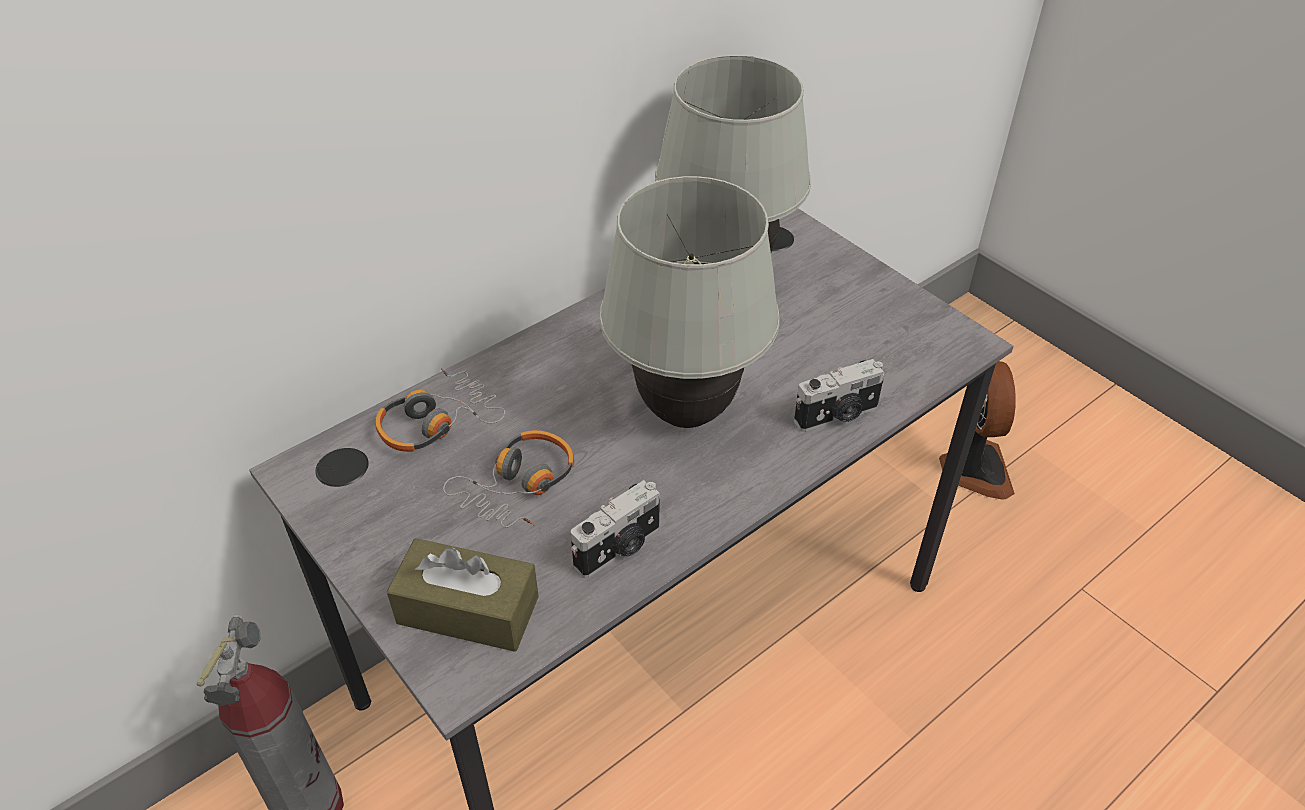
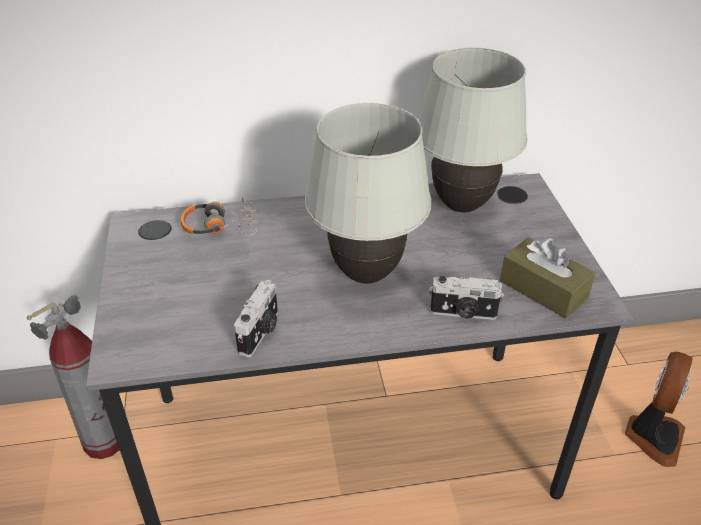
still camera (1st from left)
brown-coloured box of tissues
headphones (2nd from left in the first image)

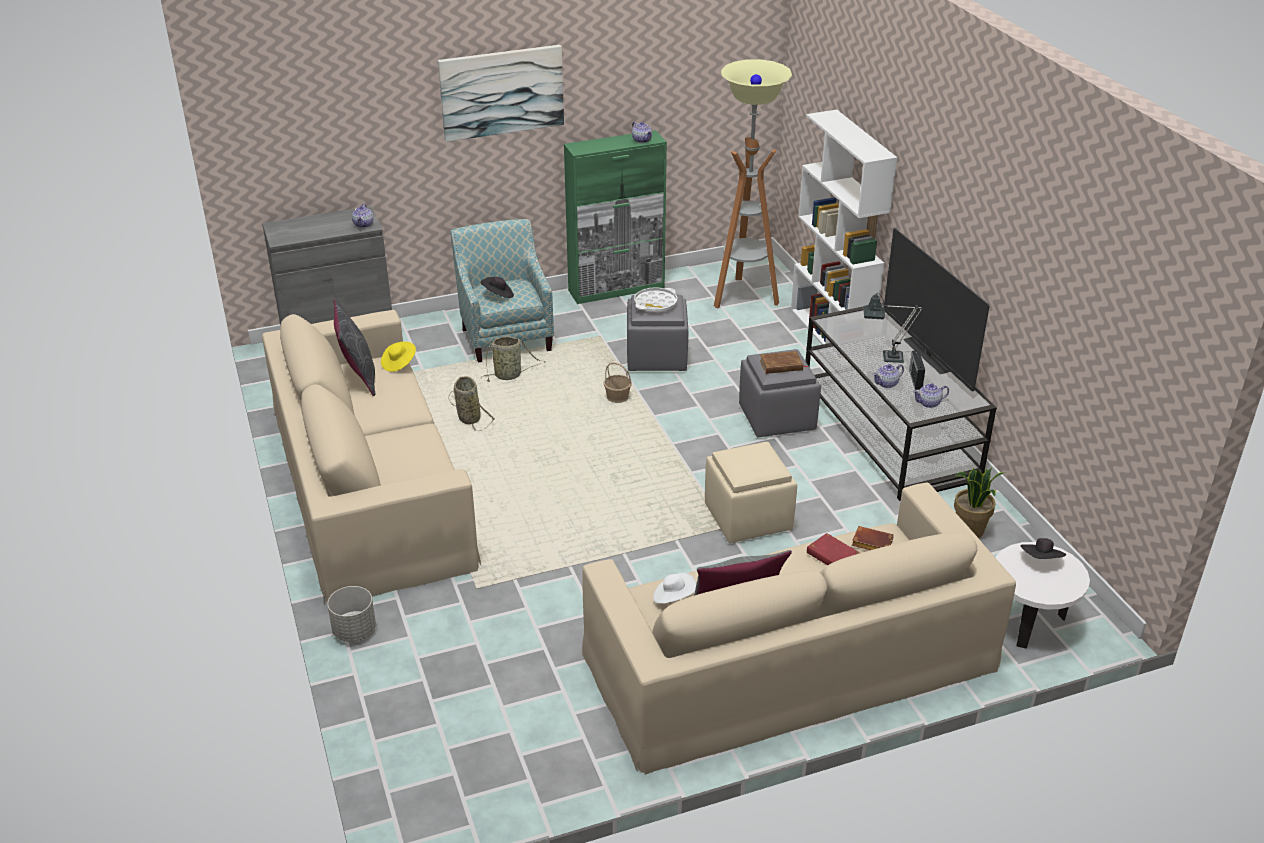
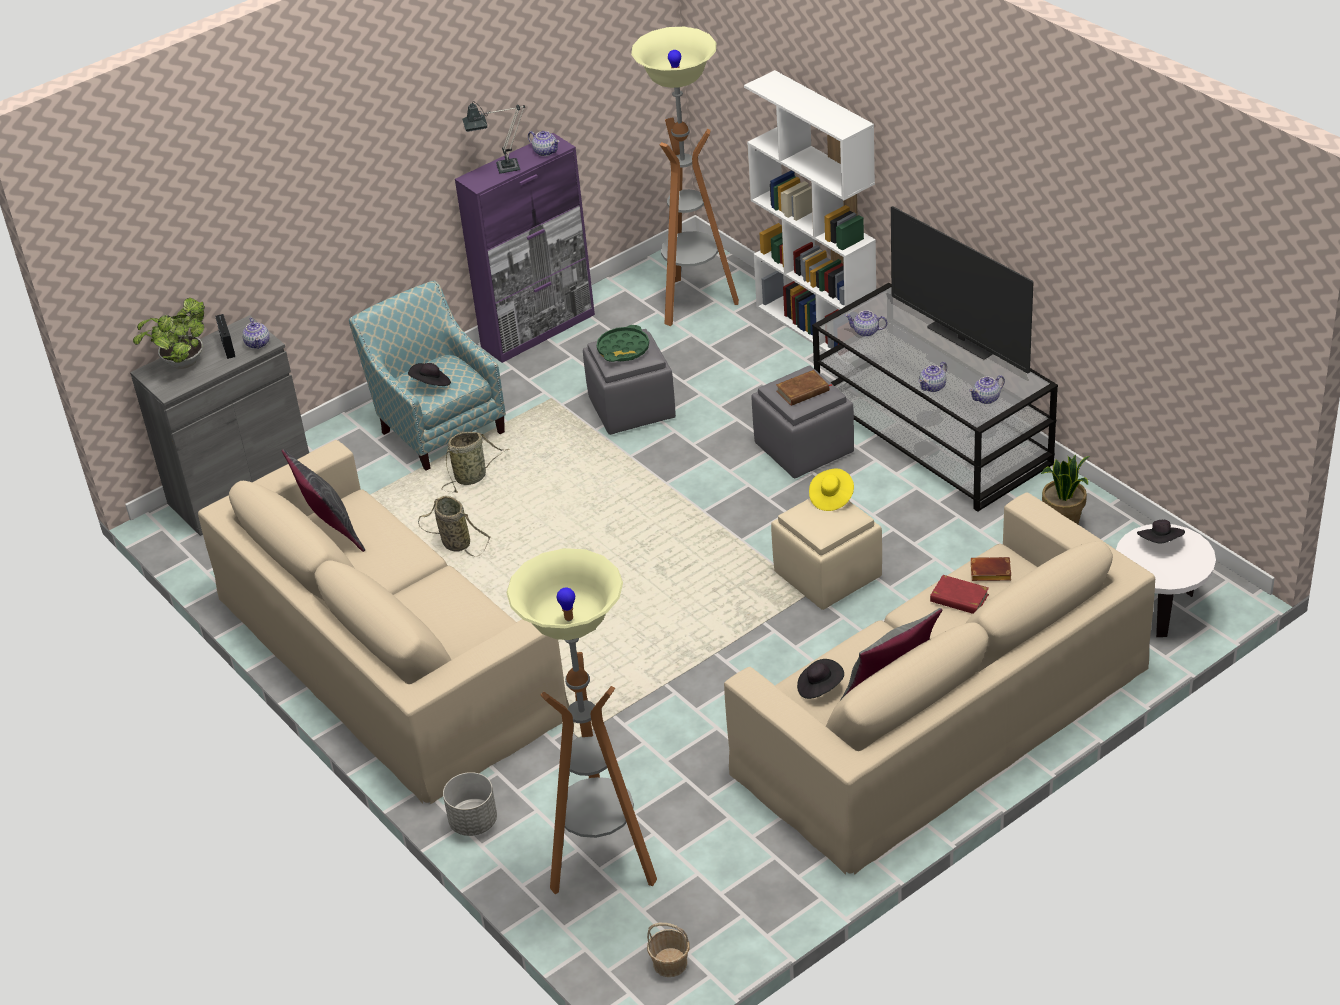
houseplant (1st from left)
radio receiver
purple-coloured cupboard
tabletop lamp
standard lamp (1st from left)
green serving tray
storage basket (3rd from left)
black-coloured hat (2nd from left)
yellow hat
teapot (3rd from left)
picture

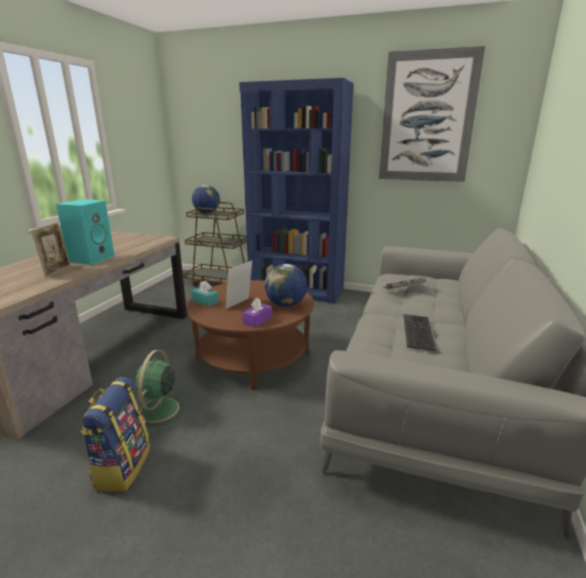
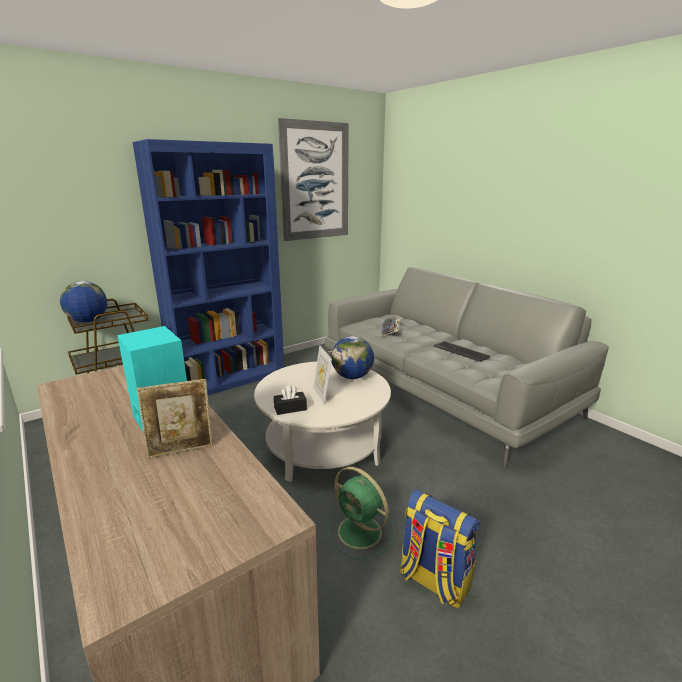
photo frame (1st from left)
white-coloured low table
black-coloured box of tissues
purple-coloured box of tissues

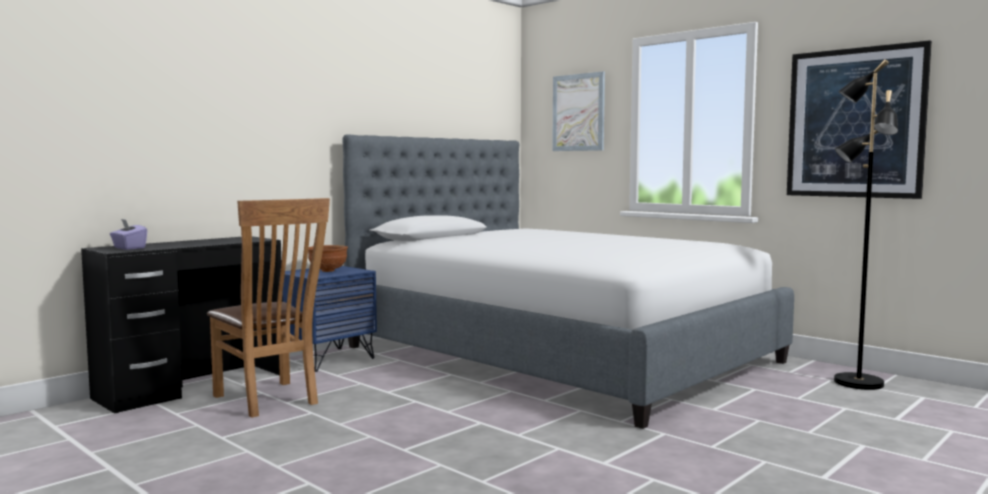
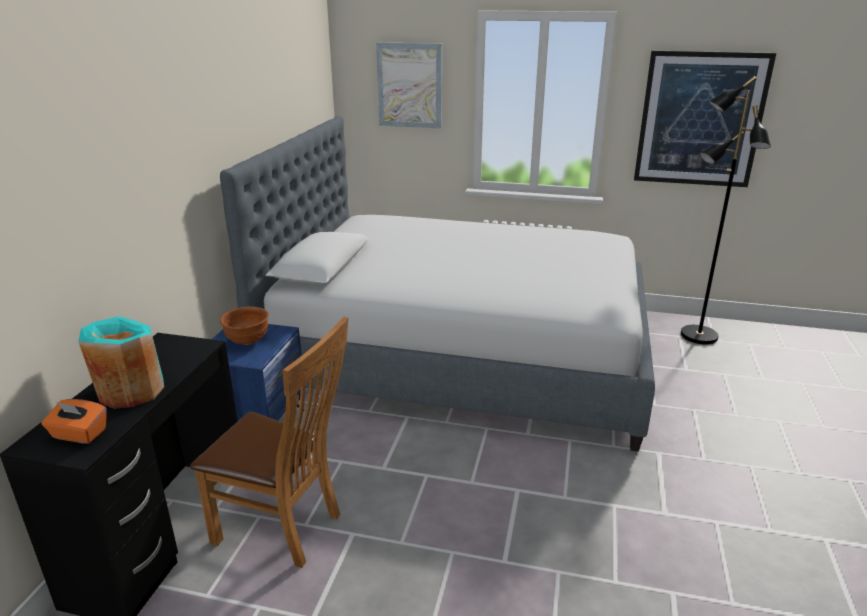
orangey box of tissues
blue-green vase

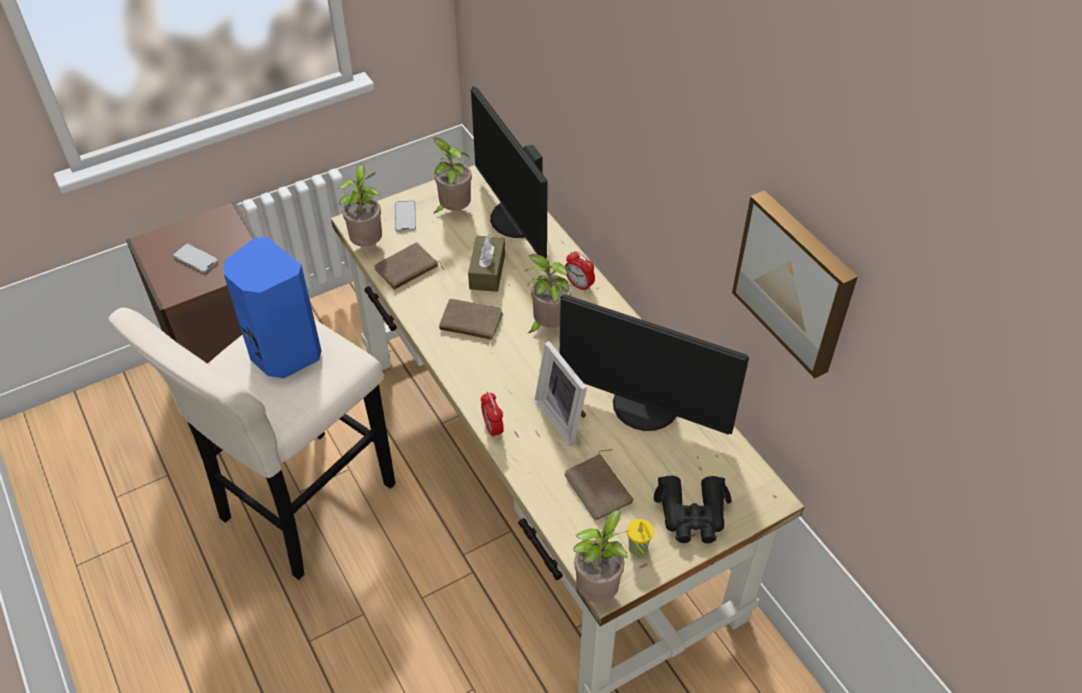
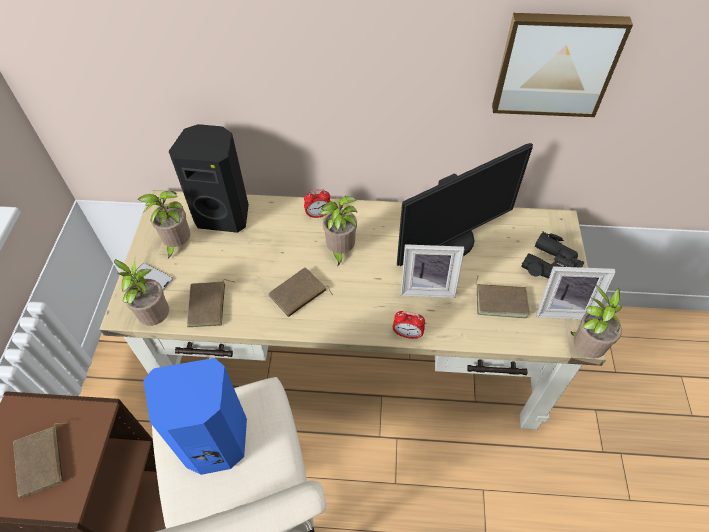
brown-coloured bound book (1st from left)
black-coloured speaker
photo frame (2nd from left)
brown-coloured box of tissues

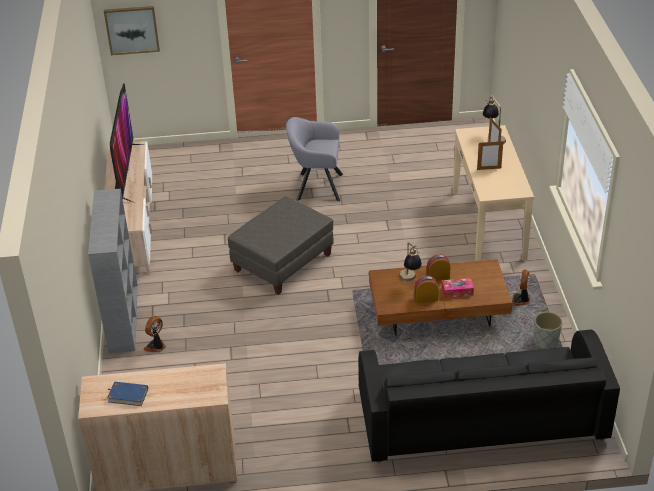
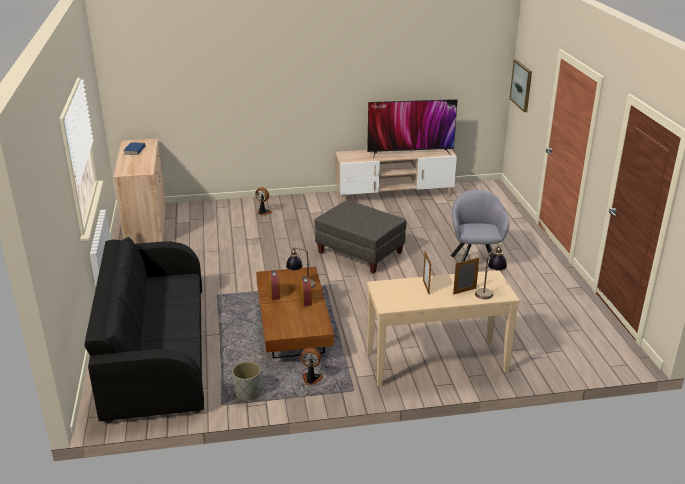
greyish shelving unit
box of tissues

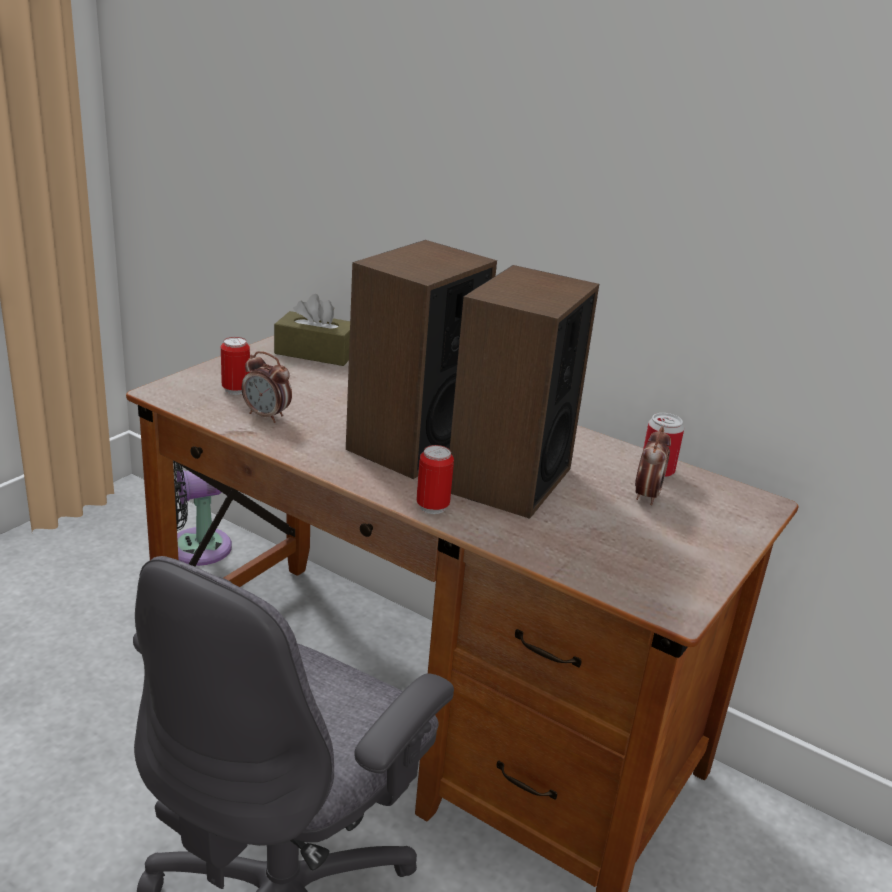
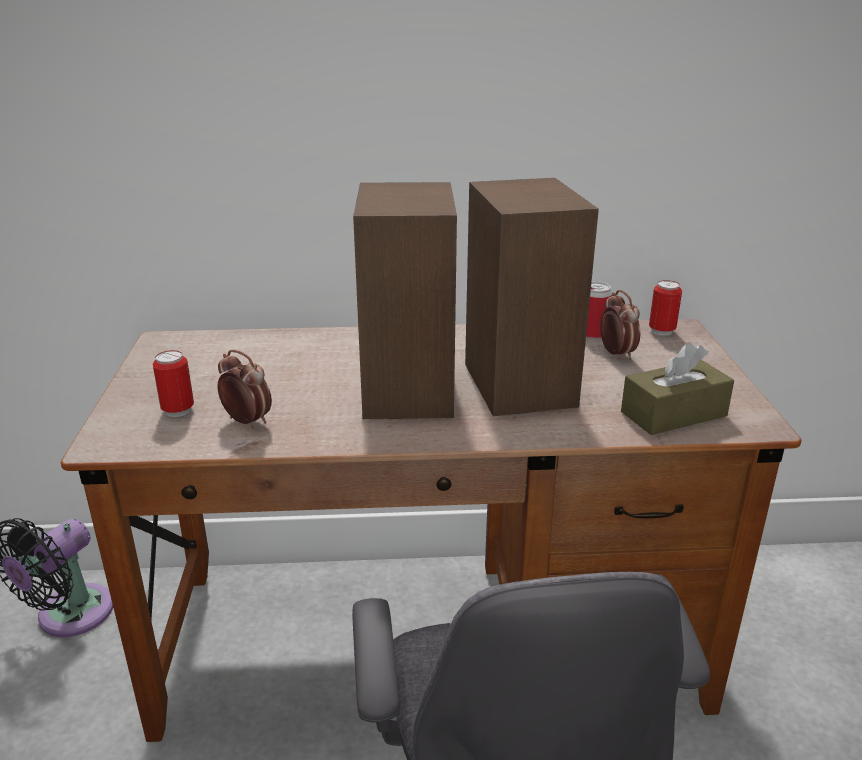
alarm clock (1st from left)
brown-coloured box of tissues
metal can (3rd from left)

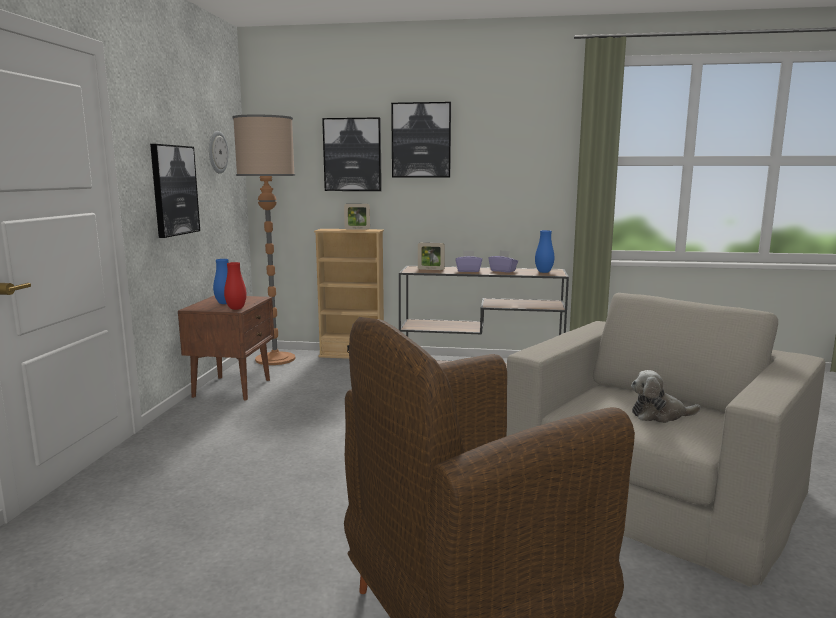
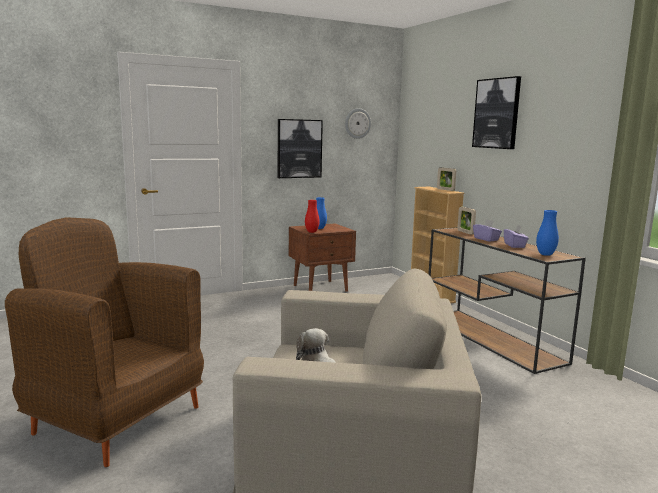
standard lamp
picture (2nd from left in the first image)

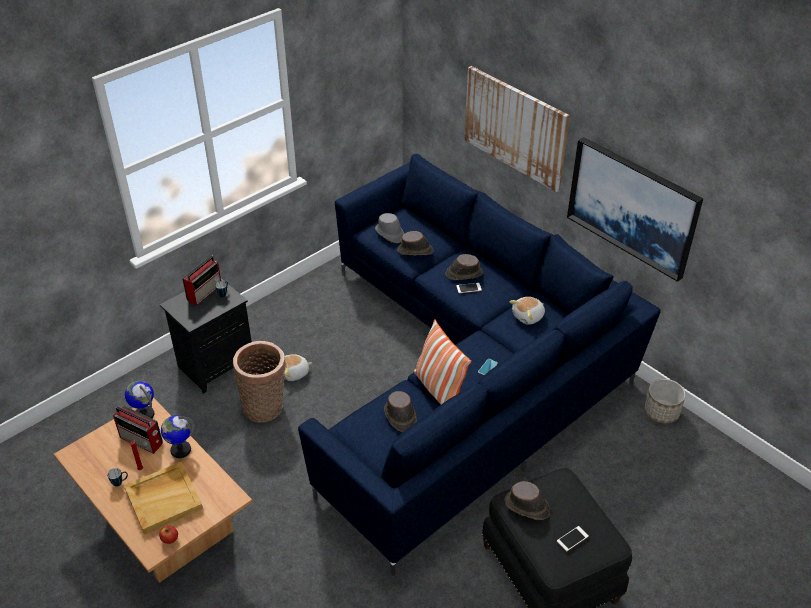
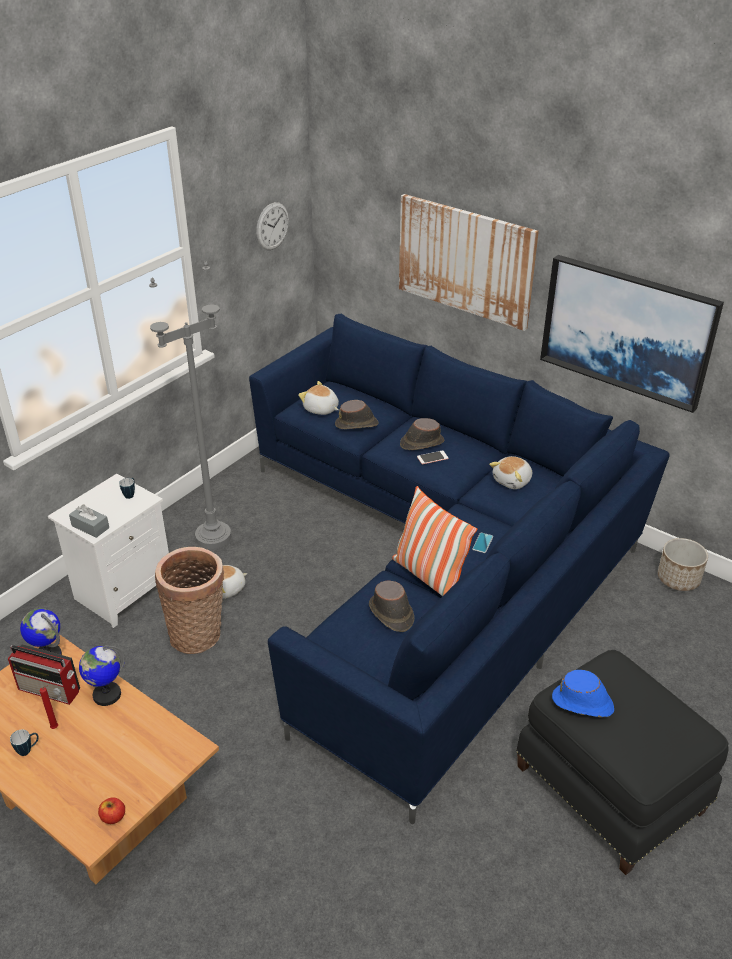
white-coloured bedside table
greyish box of tissues
greyish standard lamp
clock on the wall
cuddly toy (2nd from left)
blue-coloured hat
beige serving tray
radio receiver (2nd from left in the first image)
phone (3rd from left in the first image)

